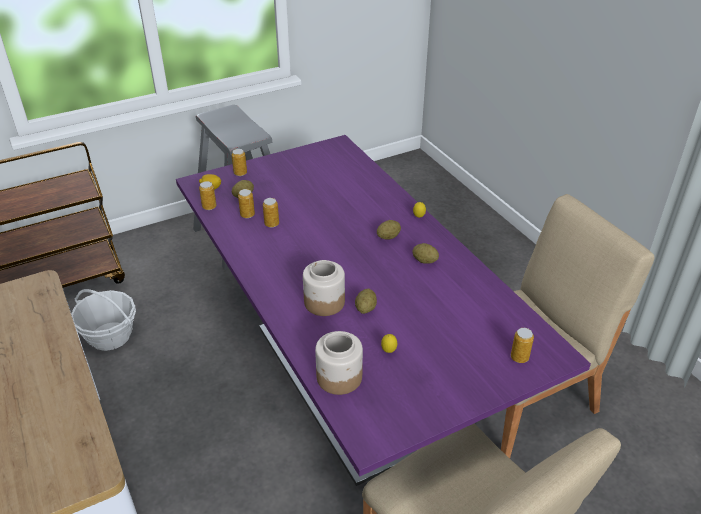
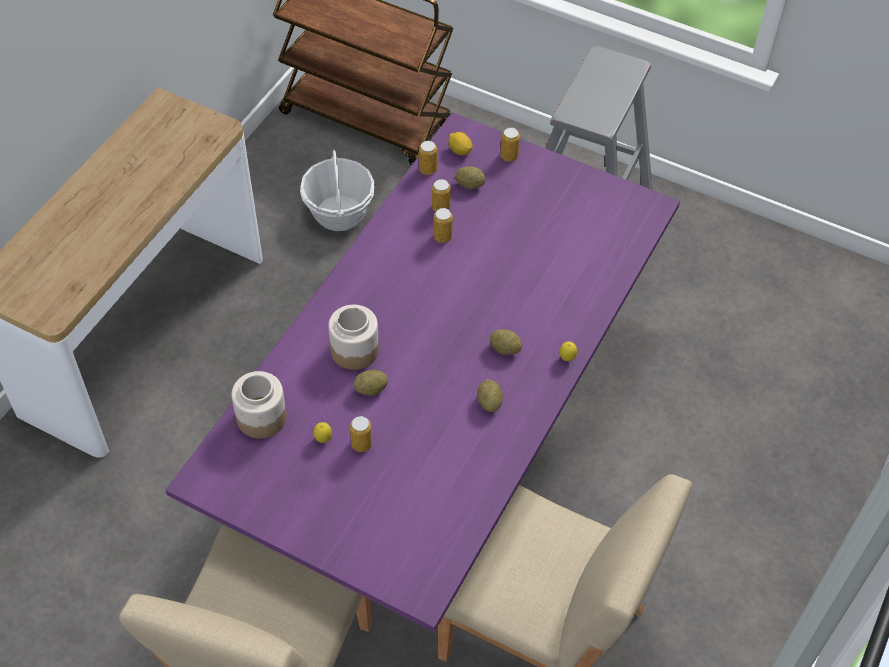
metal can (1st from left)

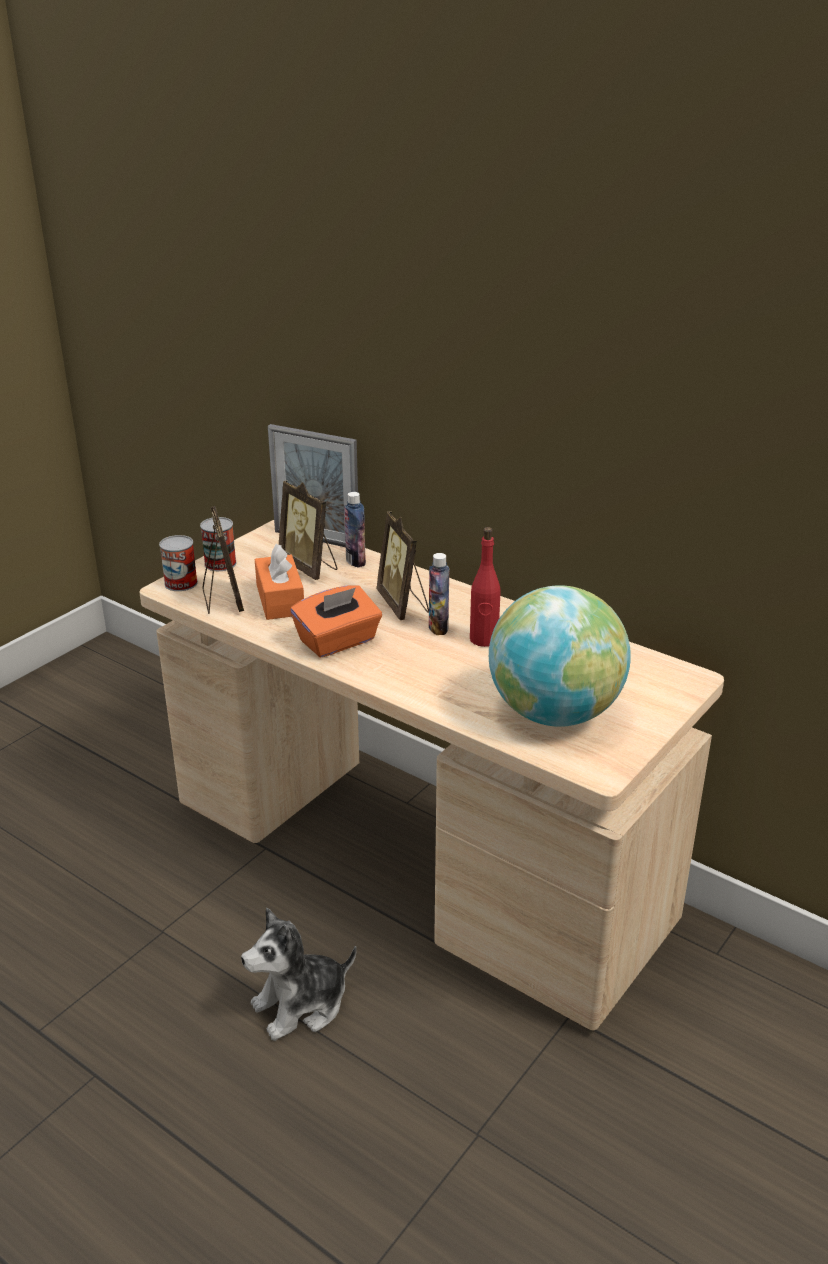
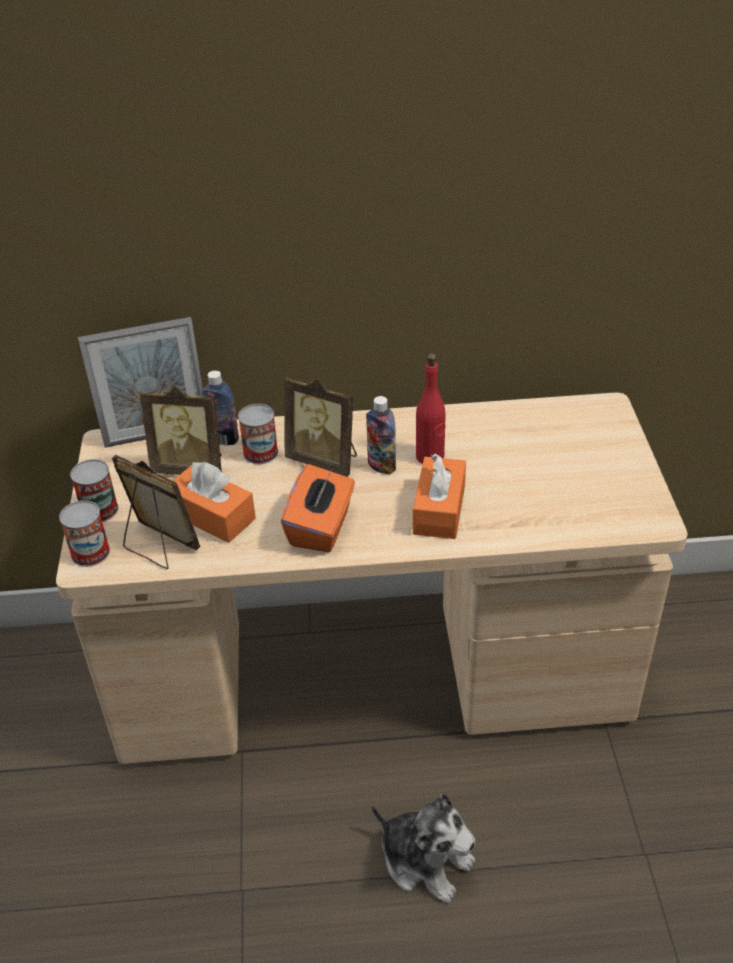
metal can (3rd from left)
cuddly toy
orangey box of tissues (3rd from left)
world globe

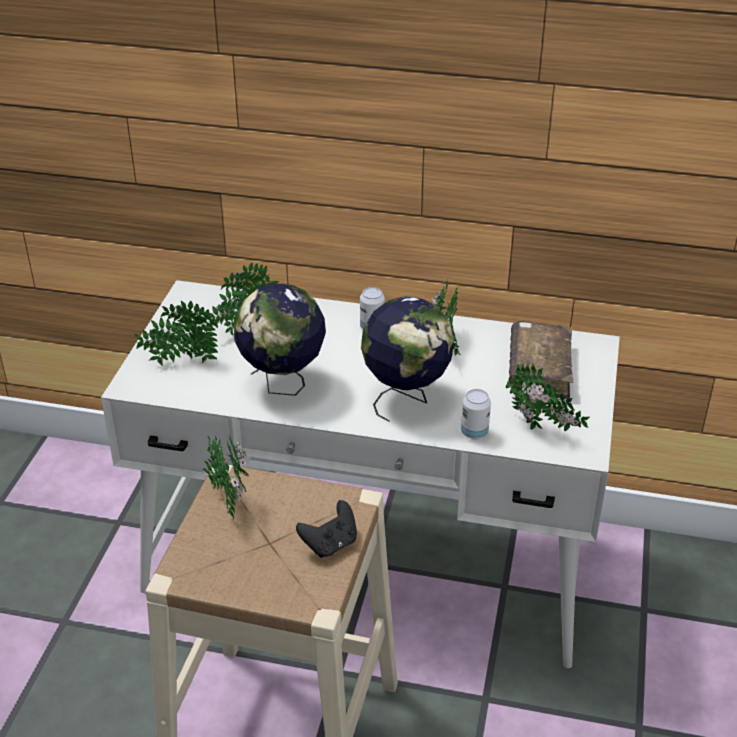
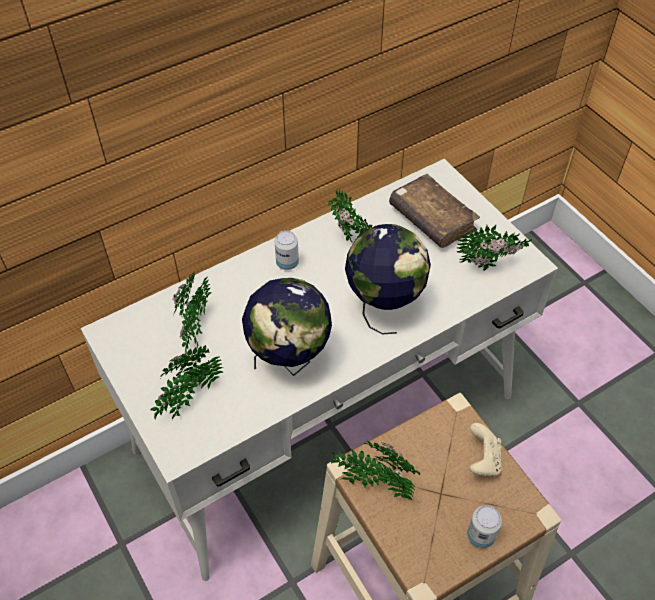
metal can (2nd from left)
beige joypad

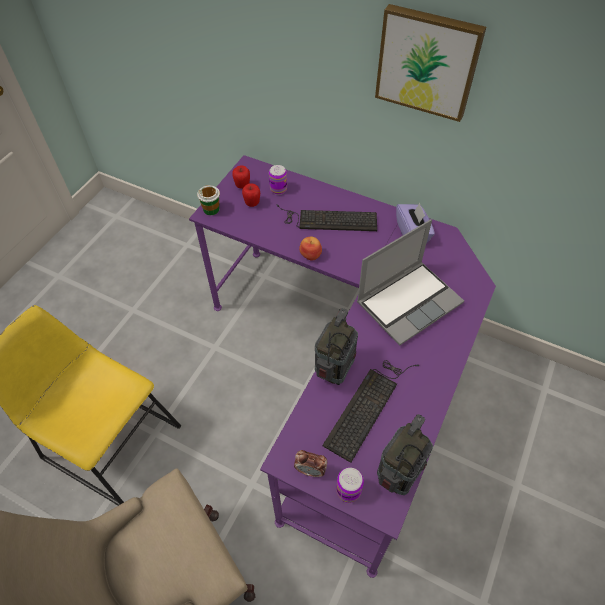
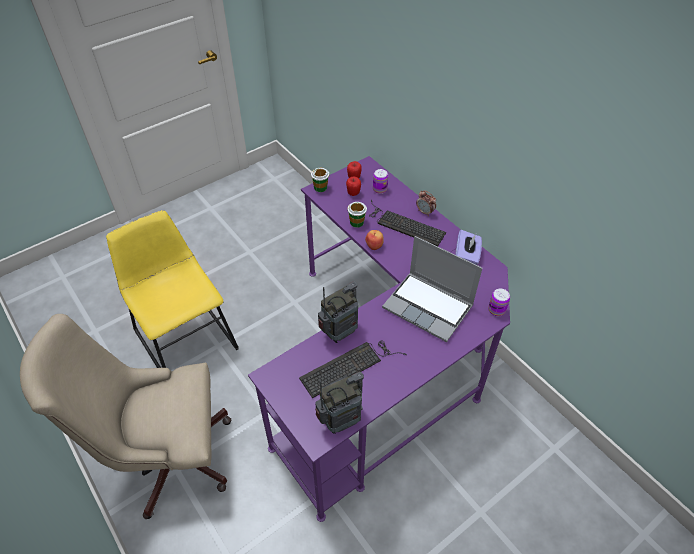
small cup (2nd from left)
portable computer
alarm clock
metal can (2nd from left)
picture

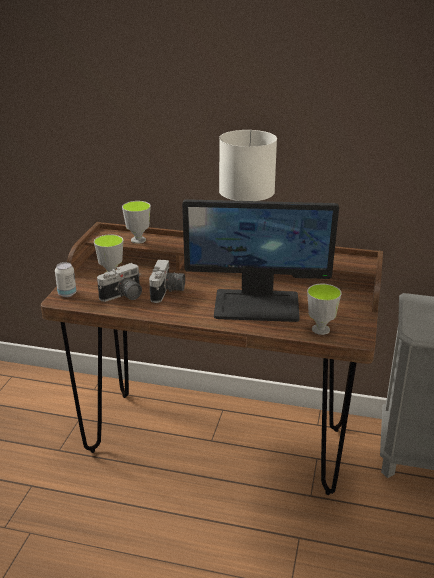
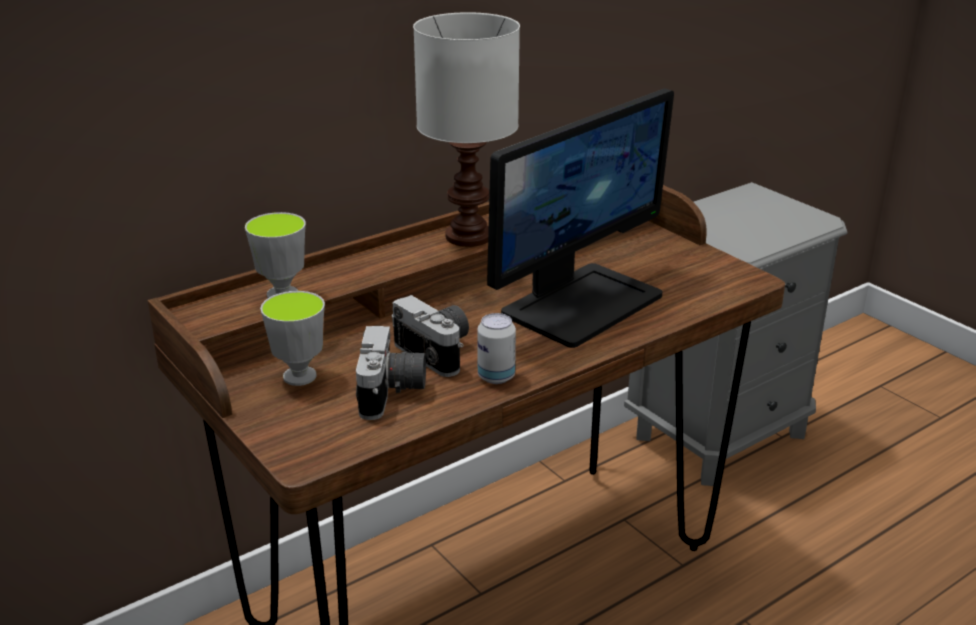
metal can
small cup (3rd from left in the first image)

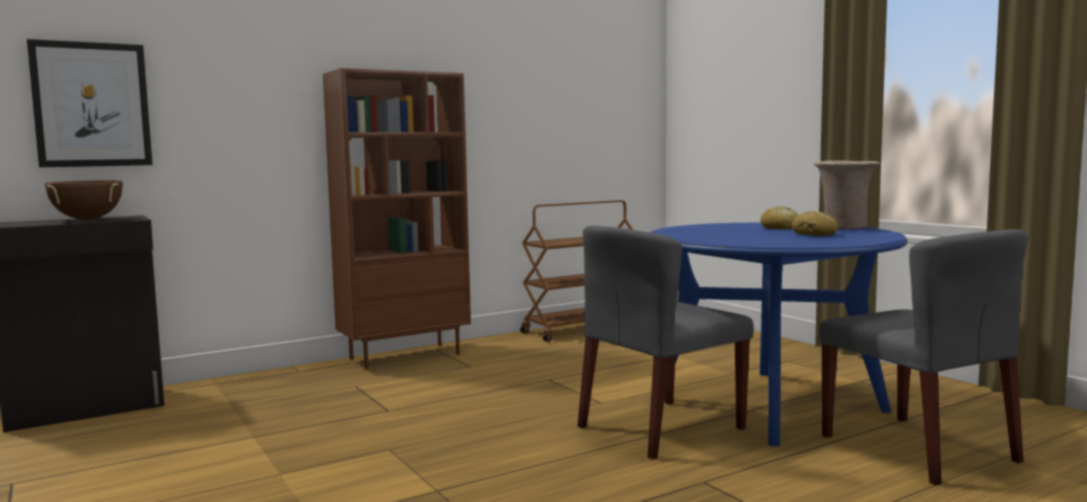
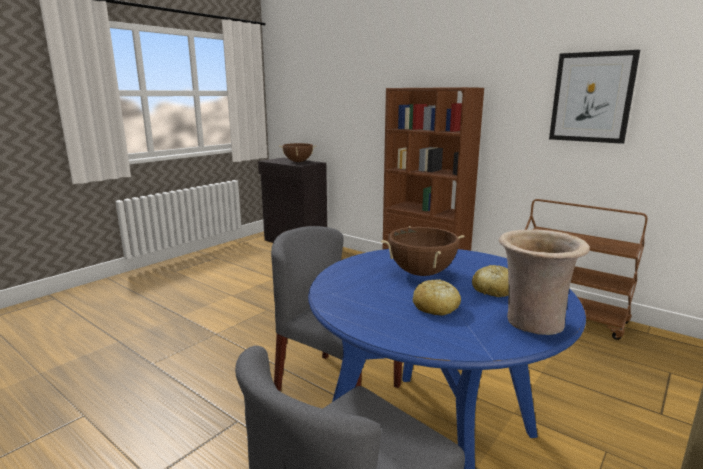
brown-coloured stockpot (2nd from left)
picture

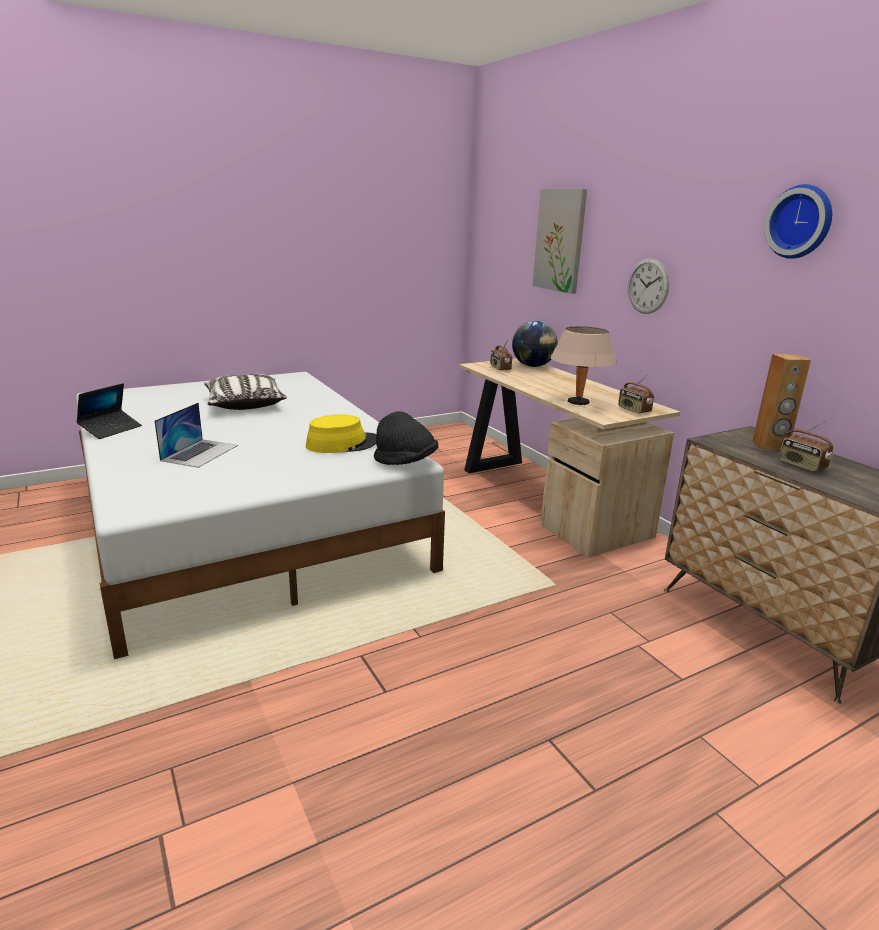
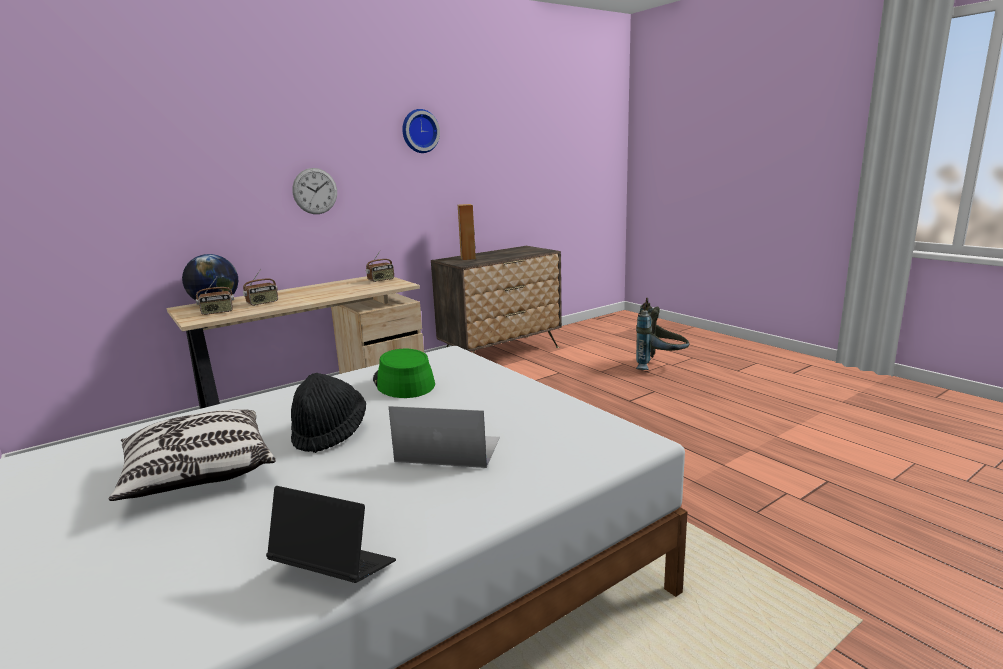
radio receiver (2nd from left)
black-coloured hat
green hat
greyish backpack
picture
beige tabletop lamp

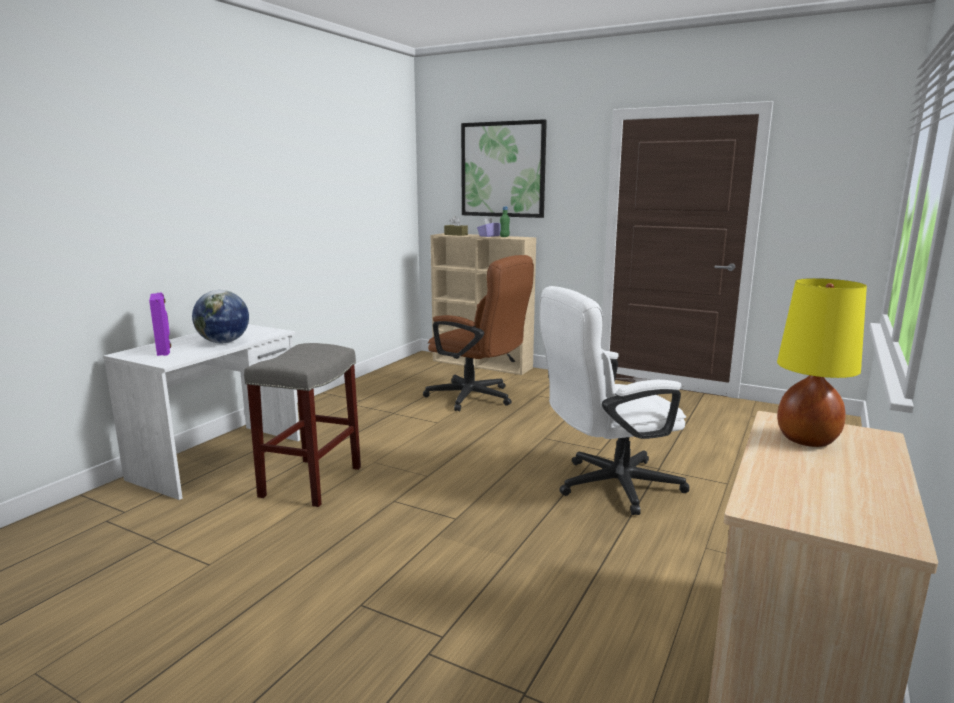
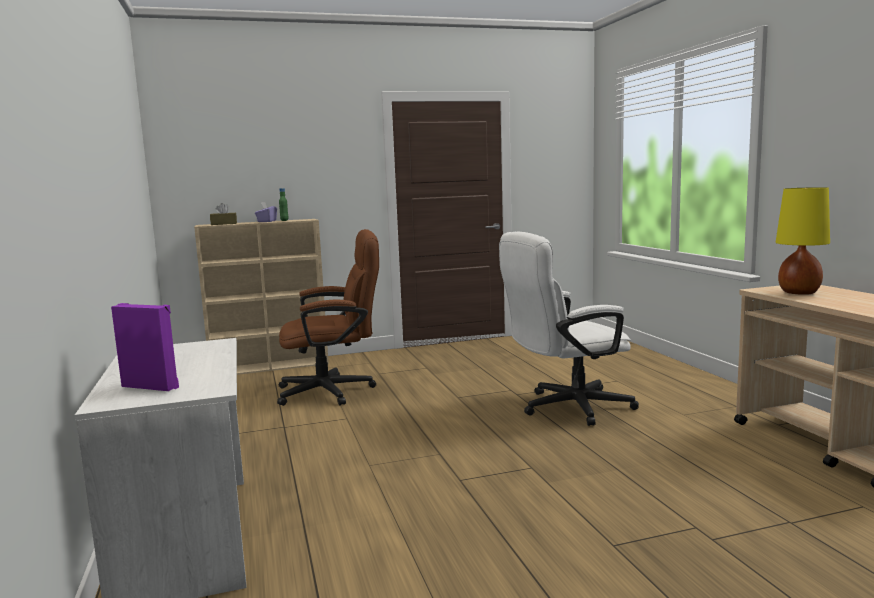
white-coloured computer chair
world globe
greyish stool
picture

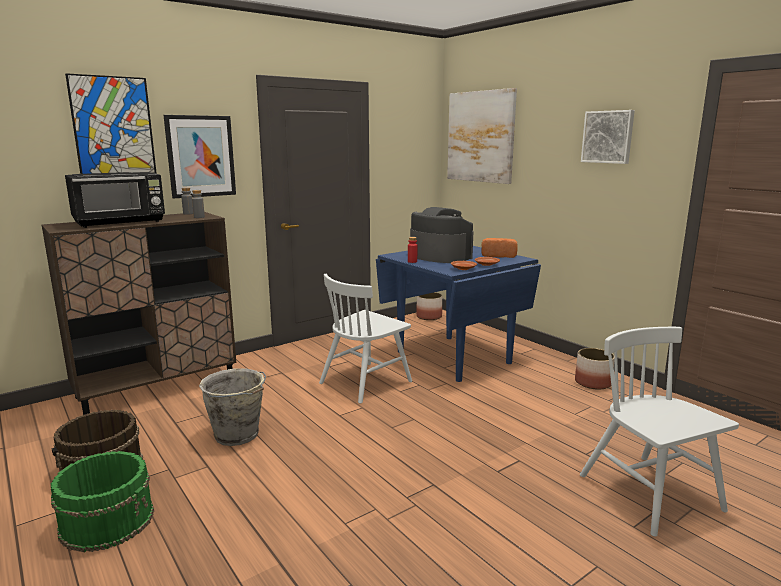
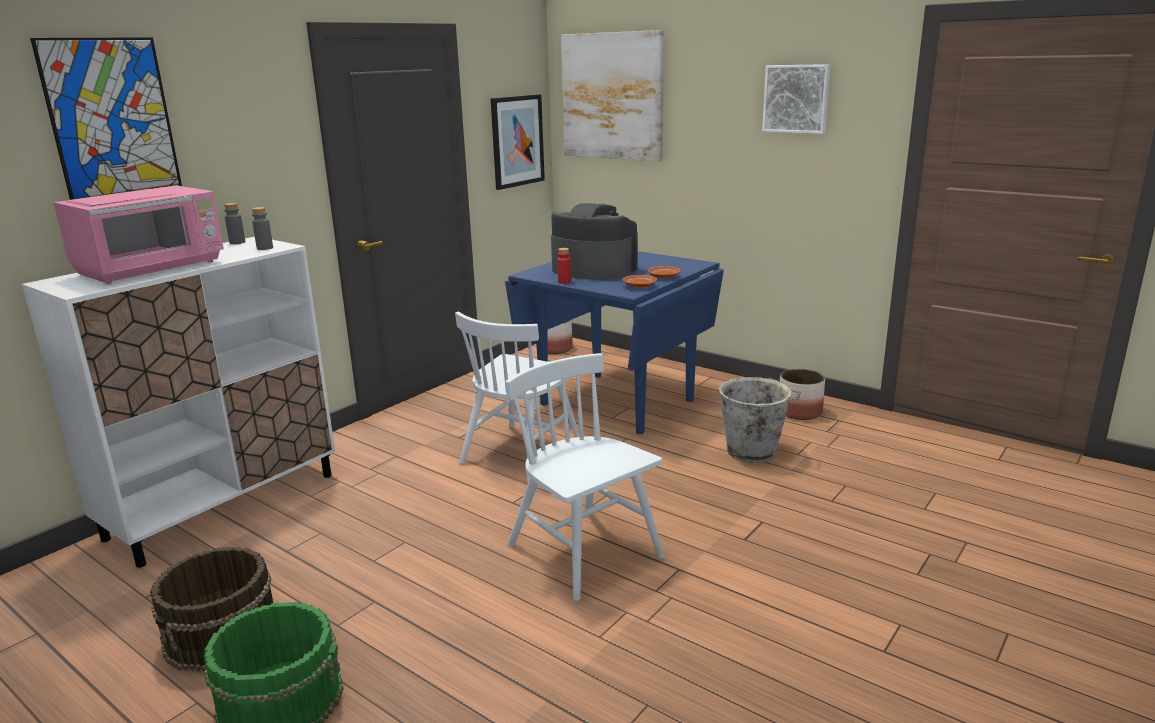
white-coloured cupboard
pinkish kitchen microwave
picture (2nd from left)
white-coloured plain chair (2nd from left)
greyish pail
bread

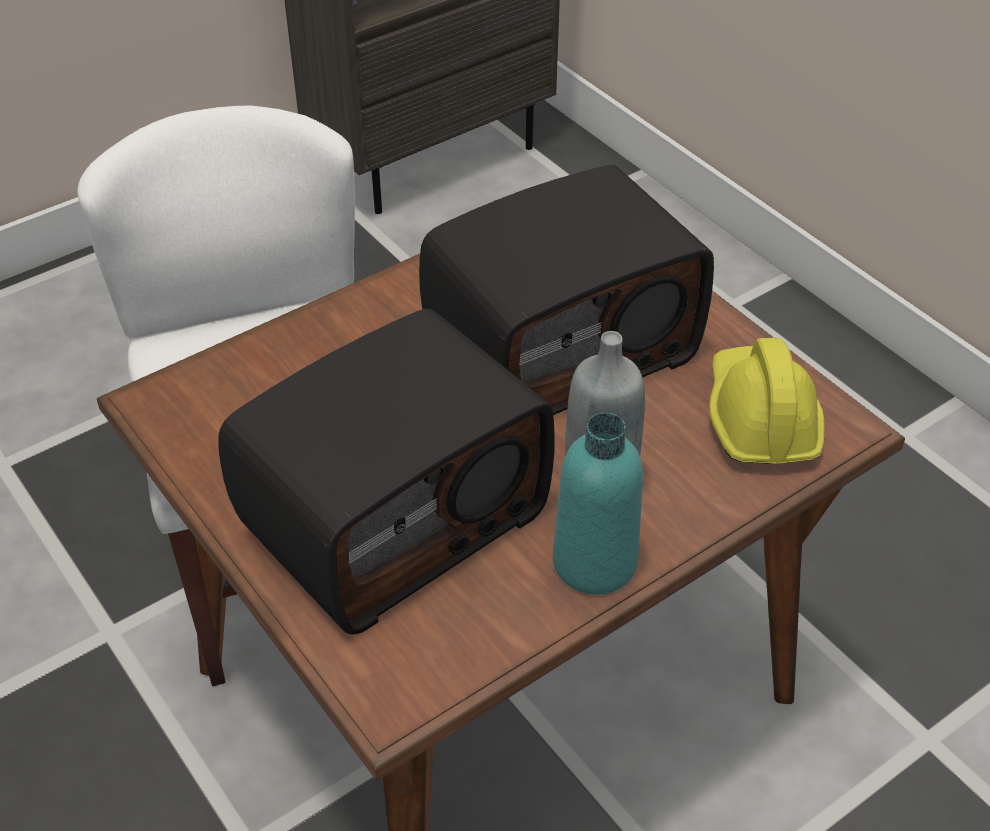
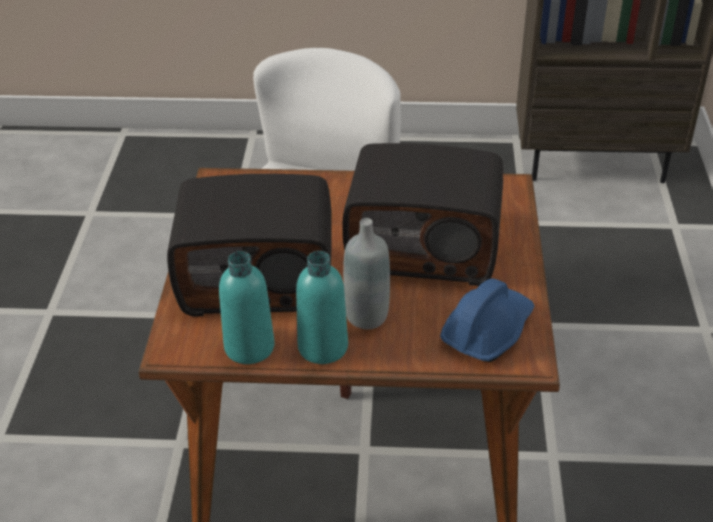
blue-green beverage bottle (1st from left)
blue-coloured hard hat

